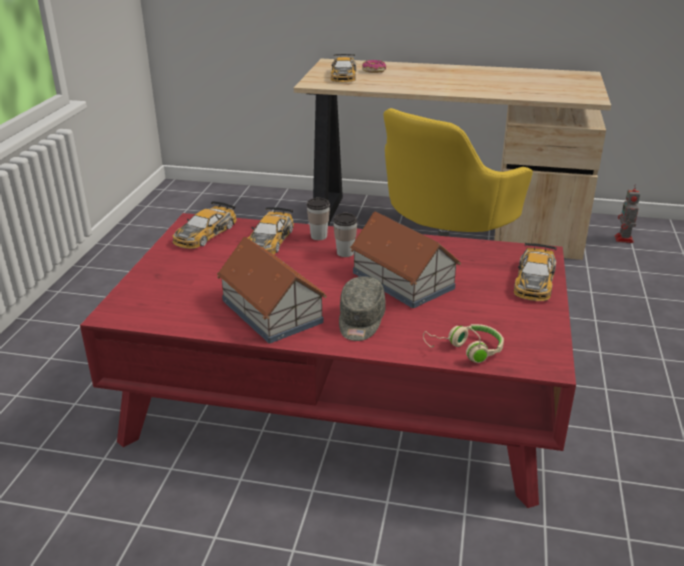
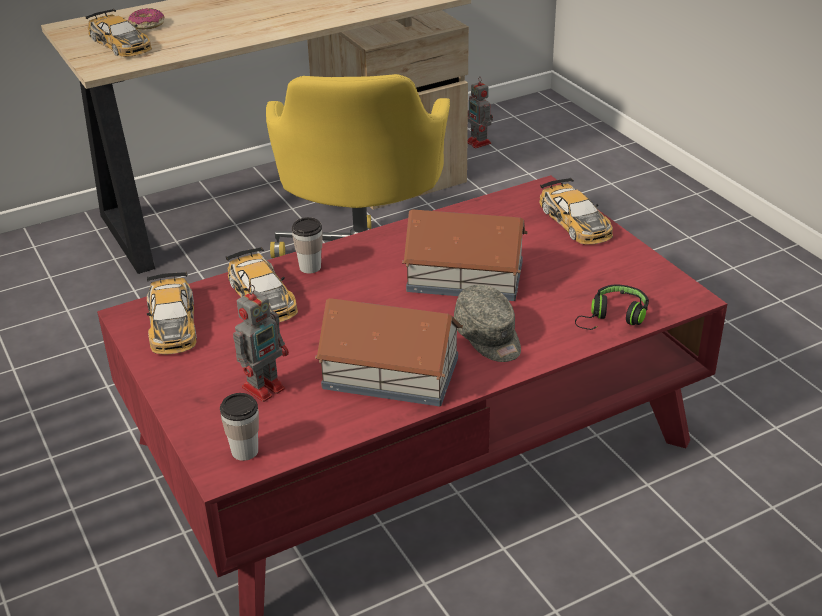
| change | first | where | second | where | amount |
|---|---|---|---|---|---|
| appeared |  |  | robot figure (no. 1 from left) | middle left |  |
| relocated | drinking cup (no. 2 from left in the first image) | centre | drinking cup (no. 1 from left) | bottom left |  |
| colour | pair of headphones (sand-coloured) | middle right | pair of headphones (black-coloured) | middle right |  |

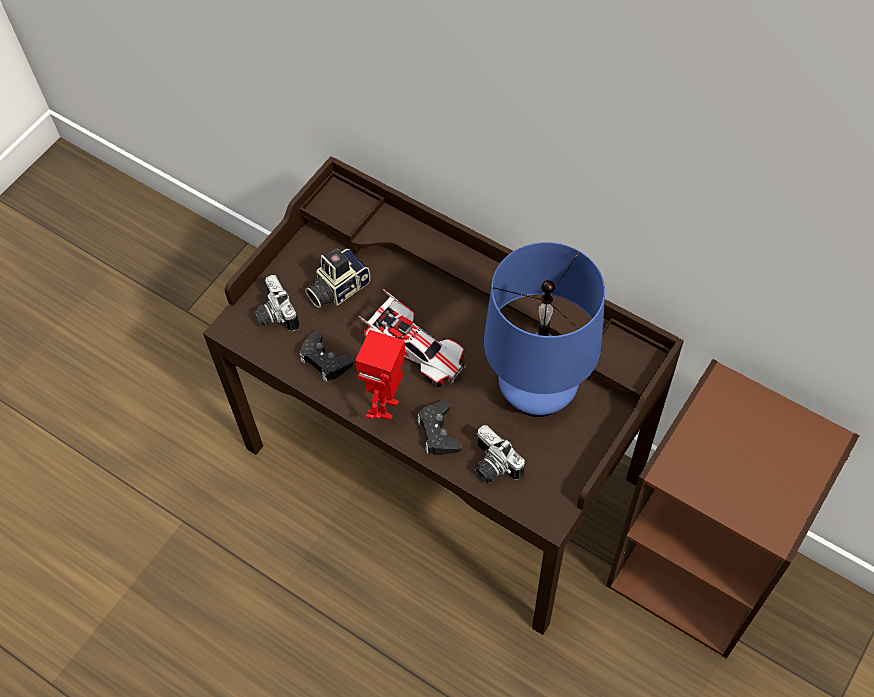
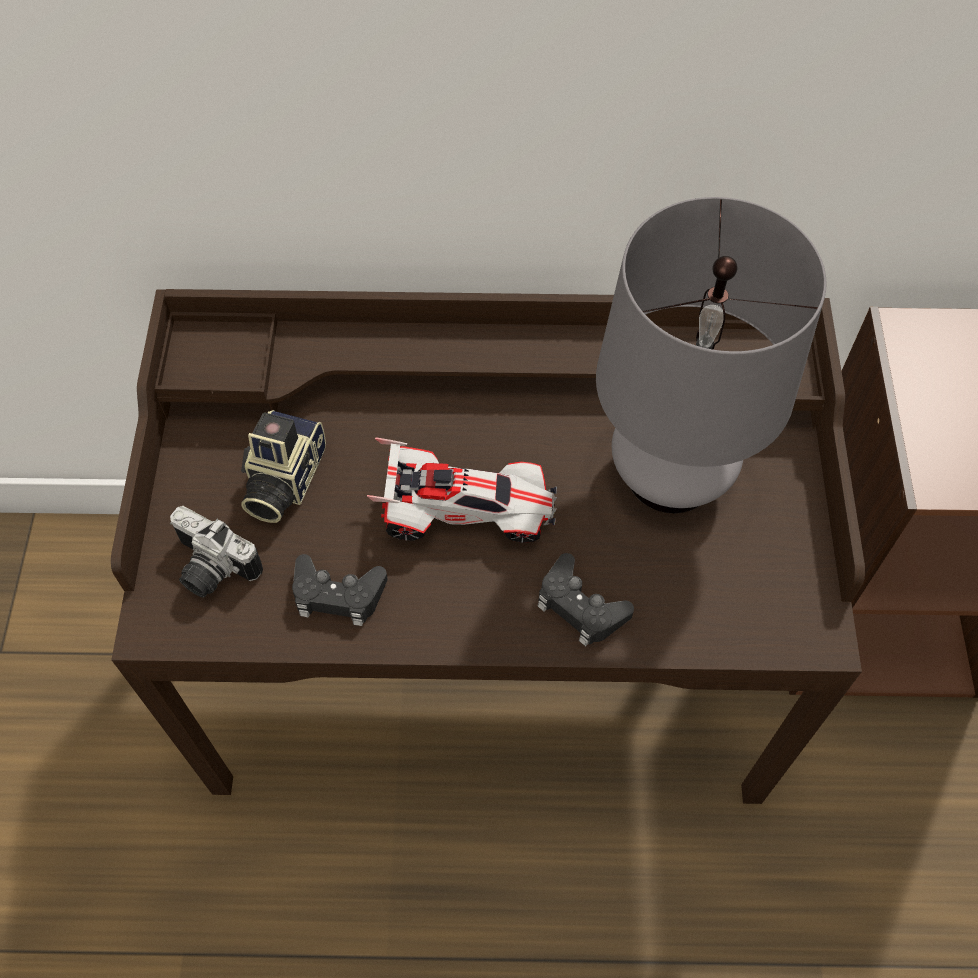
| change | first | where | second | where | amount |
|---|---|---|---|---|---|
| missing | robot figure | centre |  |  |  |
| missing | still camera (no. 3 from left) | centre |  |  |  |
| colour | table lamp (bluish) | centre | table lamp (gray) | middle right |  |

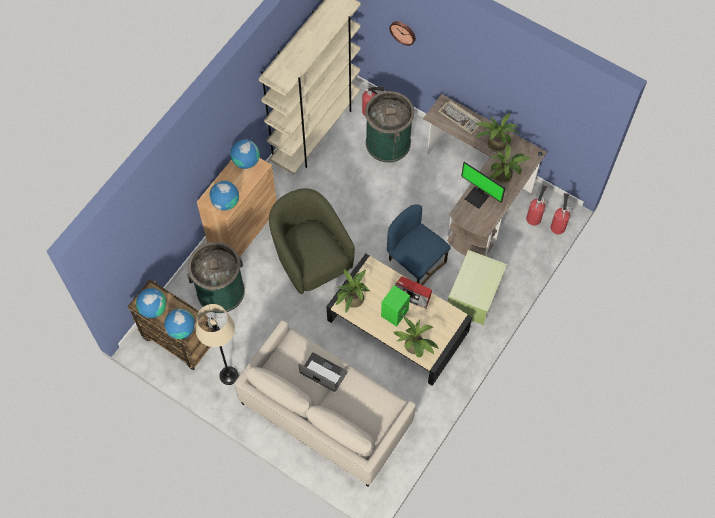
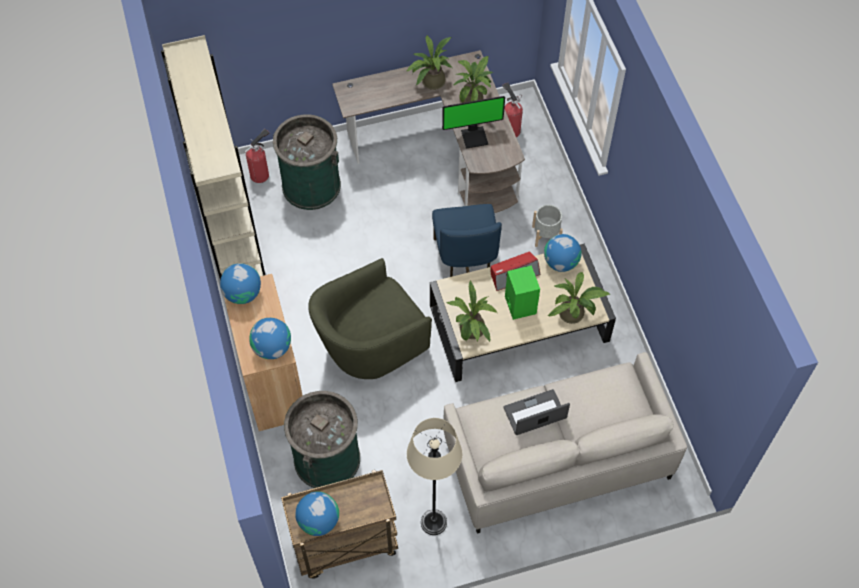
| change | first | where | second | where | amount |
|---|---|---|---|---|---|
| missing | wall clock | top centre |  |  |  |
| missing | computer keyboard | top centre |  |  |  |
| missing | fire-fighting cylinder (no. 3 from left) | middle right |  |  |  |
| relocated | globe (no. 2 from left in the first image) | middle left | globe (no. 4 from left) | centre |  |
| exchanged | storage bin (green) | middle right | plant pot (gray) | centre |  |
| spun | lounge chair (green) | centre |  | centre | 45 degrees counterclockwise |
| spun | plain chair (bluish) | centre |  | centre | 90 degrees counterclockwise |

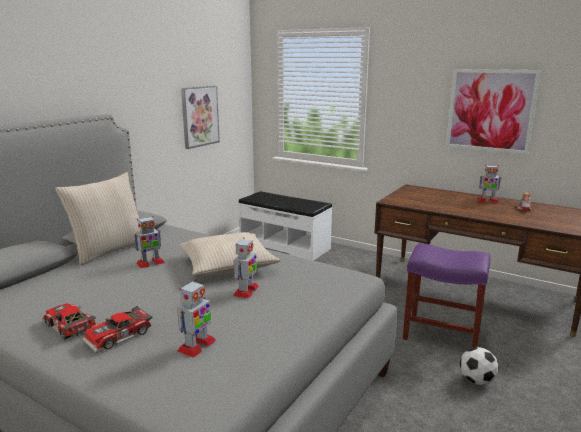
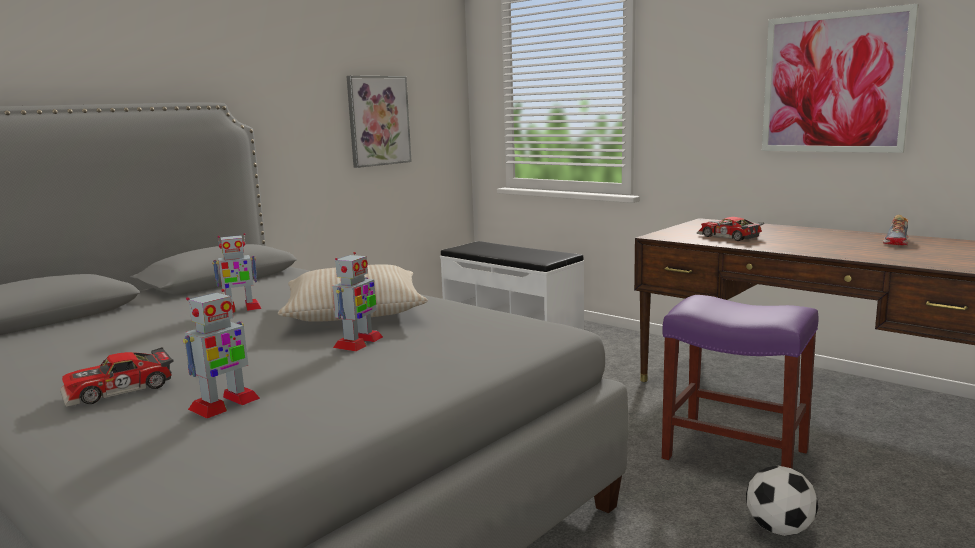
| change | first | where | second | where | amount |
|---|---|---|---|---|---|
| missing | throw pillow (sand-coloured) (no. 1 from left) | middle left |  |  |  |
| missing | robot figure (no. 4 from left) | middle right |  |  |  |
| relocated | model car (no. 1 from left in the first image) | bottom left | model car (no. 2 from left) | middle right |  |

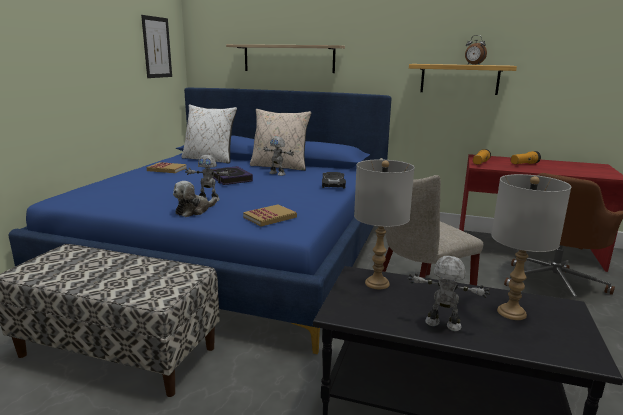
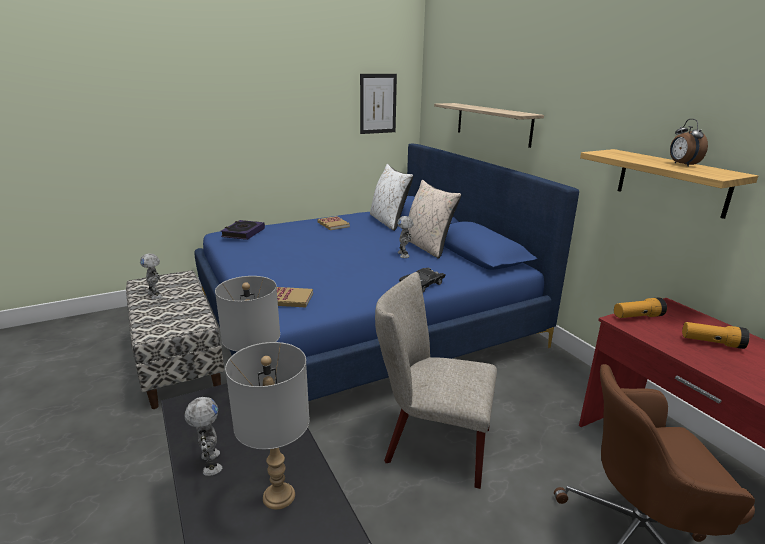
| change | first | where | second | where | amount |
|---|---|---|---|---|---|
| missing | plush toy | middle left |  |  |  |
| relocated | robot figure (no. 1 from left) | centre |  | middle left |  |
| relocated | book (no. 2 from left in the first image) | centre | book (no. 1 from left) | middle left |  |

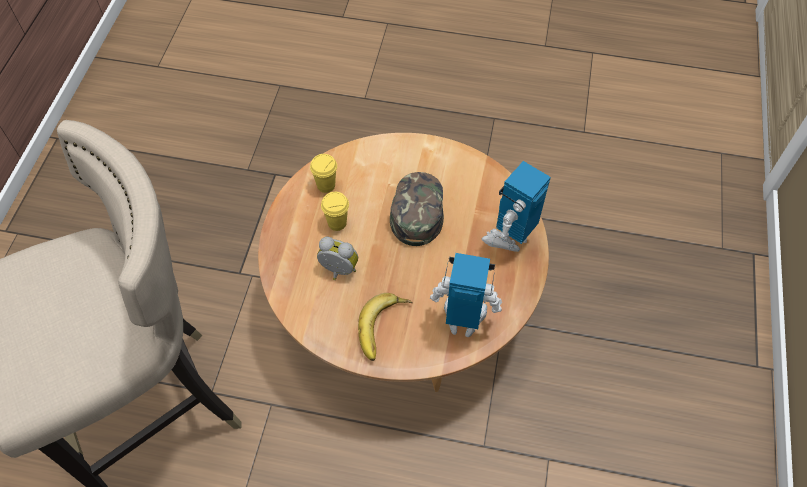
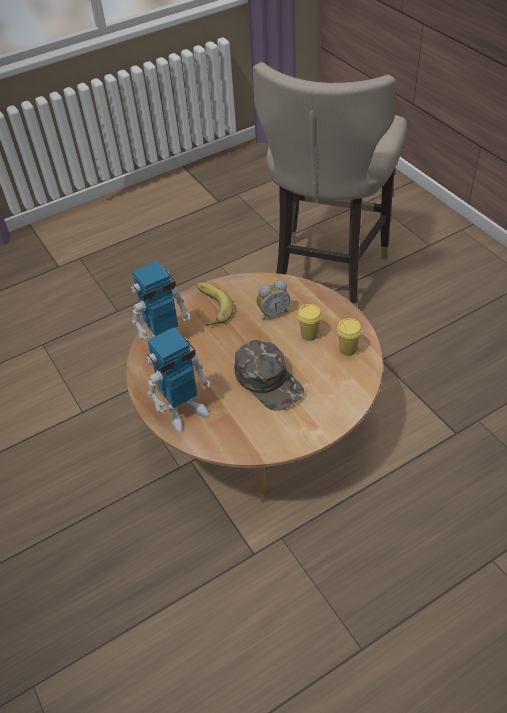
| change | first | where | second | where | amount |
|---|---|---|---|---|---|
| spun | robot figure (no. 2 from left) | centre |  | centre | 60 degrees clockwise |

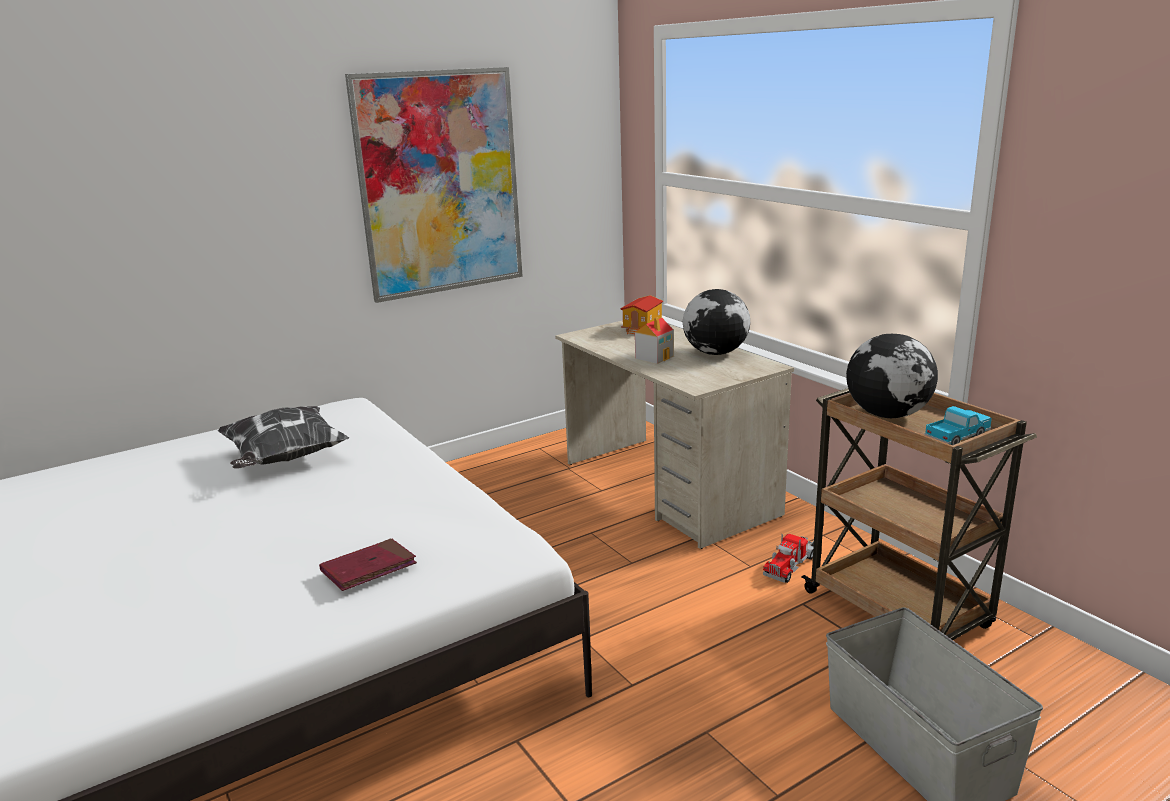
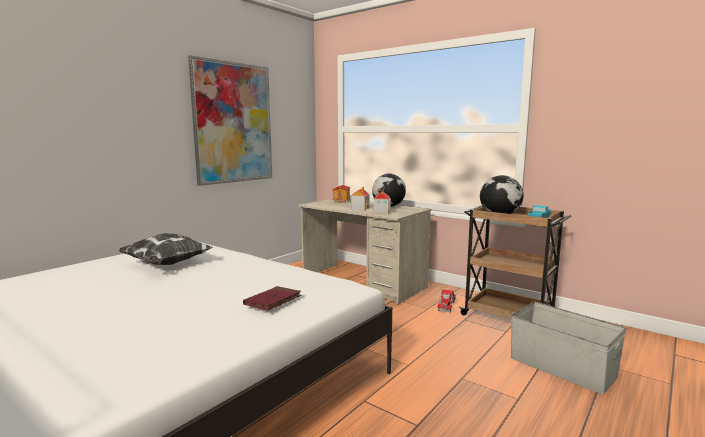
| change | first | where | second | where | amount |
|---|---|---|---|---|---|
| appeared |  |  | miniature house (no. 3 from left) | centre |  |

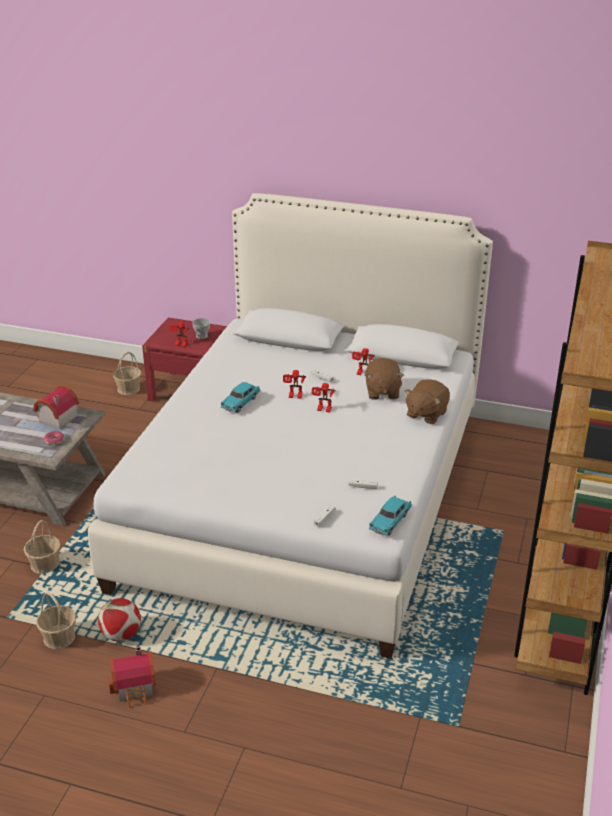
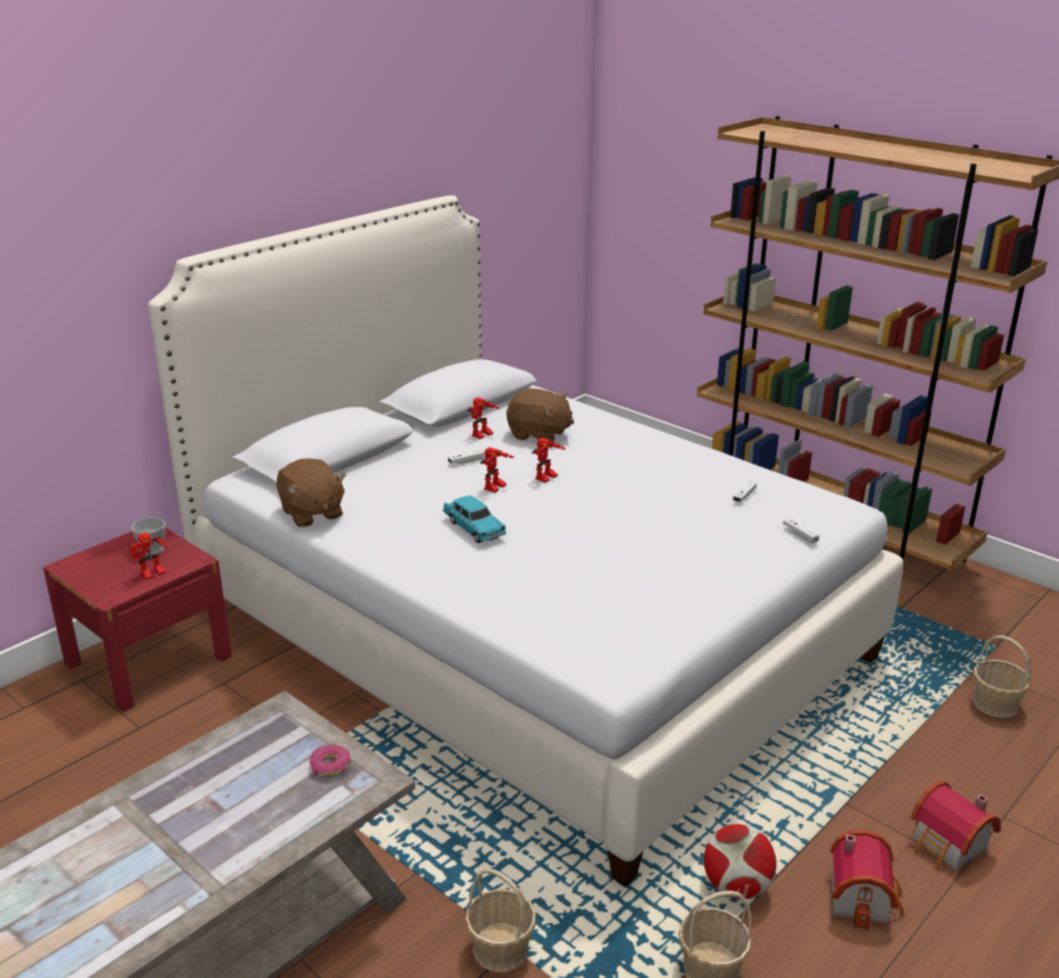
| change | first | where | second | where | amount |
|---|---|---|---|---|---|
| missing | model car (turquoise-coloured) (no. 2 from left) | centre |  |  |  |
| relocated | miniature house (no. 1 from left in the first image) | middle left | miniature house (no. 2 from left) | bottom right |  |
| relocated | storage basket (no. 3 from left) | middle left |  | bottom right |  |
| relocated | plush toy (brownish) (no. 2 from left in the first image) | middle right | plush toy (brownish) (no. 1 from left) | middle left |  |

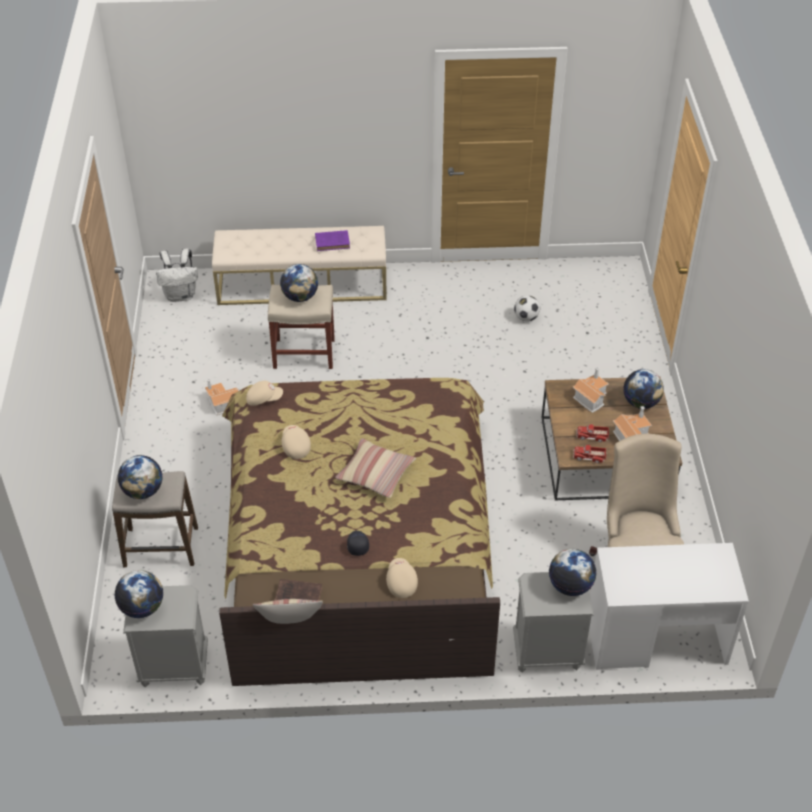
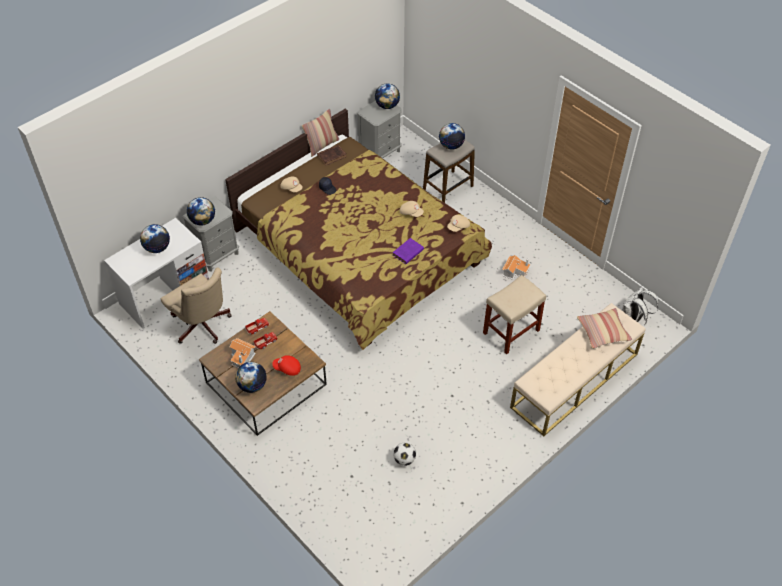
| change | first | where | second | where | amount |
|---|---|---|---|---|---|
| relocated | globe (no. 3 from left in the first image) | centre | globe (no. 1 from left) | middle left |  |
| relocated | book (purple-coloured) | top centre |  | centre |  |
| relocated | throw pillow (no. 2 from left) | centre |  | middle right |  |
| exchanged | miniature house (no. 2 from left) | middle right | peaked cap (red) | centre |  |

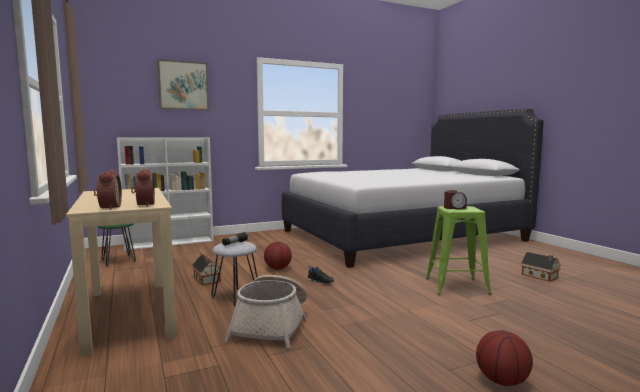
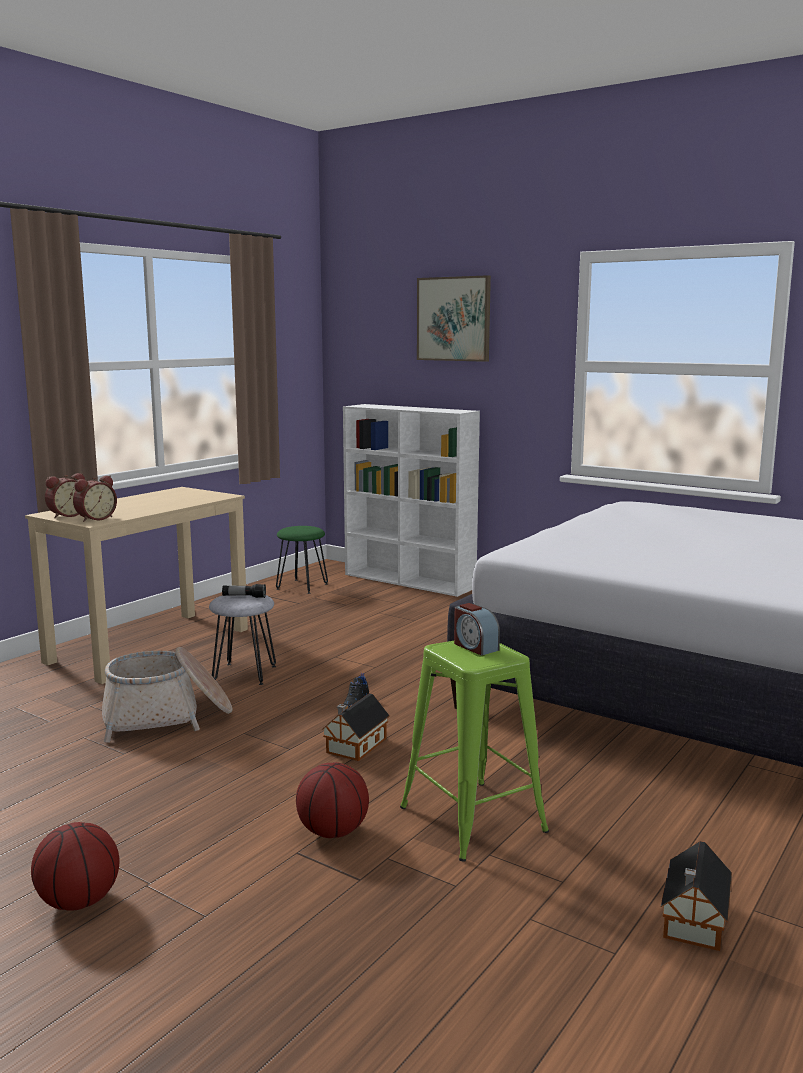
| change | first | where | second | where | amount |
|---|---|---|---|---|---|
| relocated | miniature house (no. 1 from left) | bottom left |  | bottom centre |  |
| relocated | basketball (no. 1 from left in the first image) | centre | basketball (no. 2 from left) | bottom centre |  |

